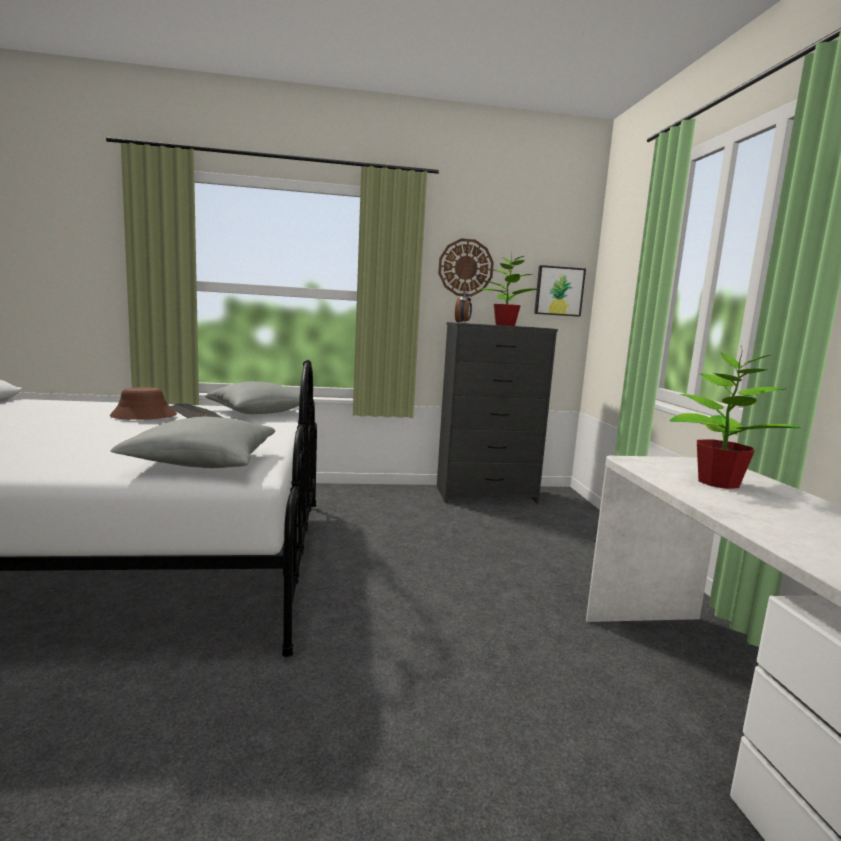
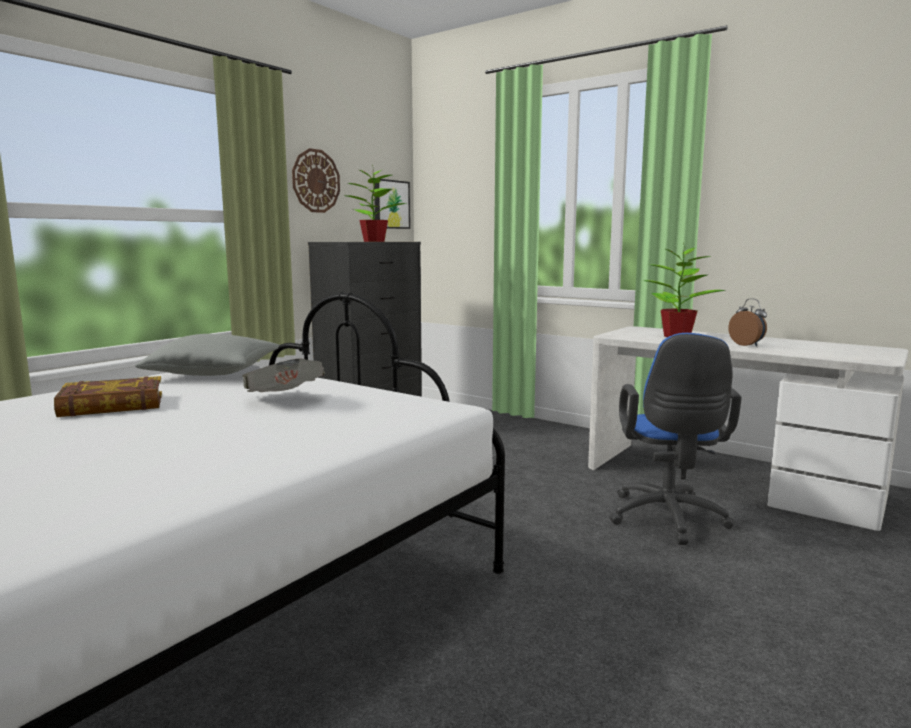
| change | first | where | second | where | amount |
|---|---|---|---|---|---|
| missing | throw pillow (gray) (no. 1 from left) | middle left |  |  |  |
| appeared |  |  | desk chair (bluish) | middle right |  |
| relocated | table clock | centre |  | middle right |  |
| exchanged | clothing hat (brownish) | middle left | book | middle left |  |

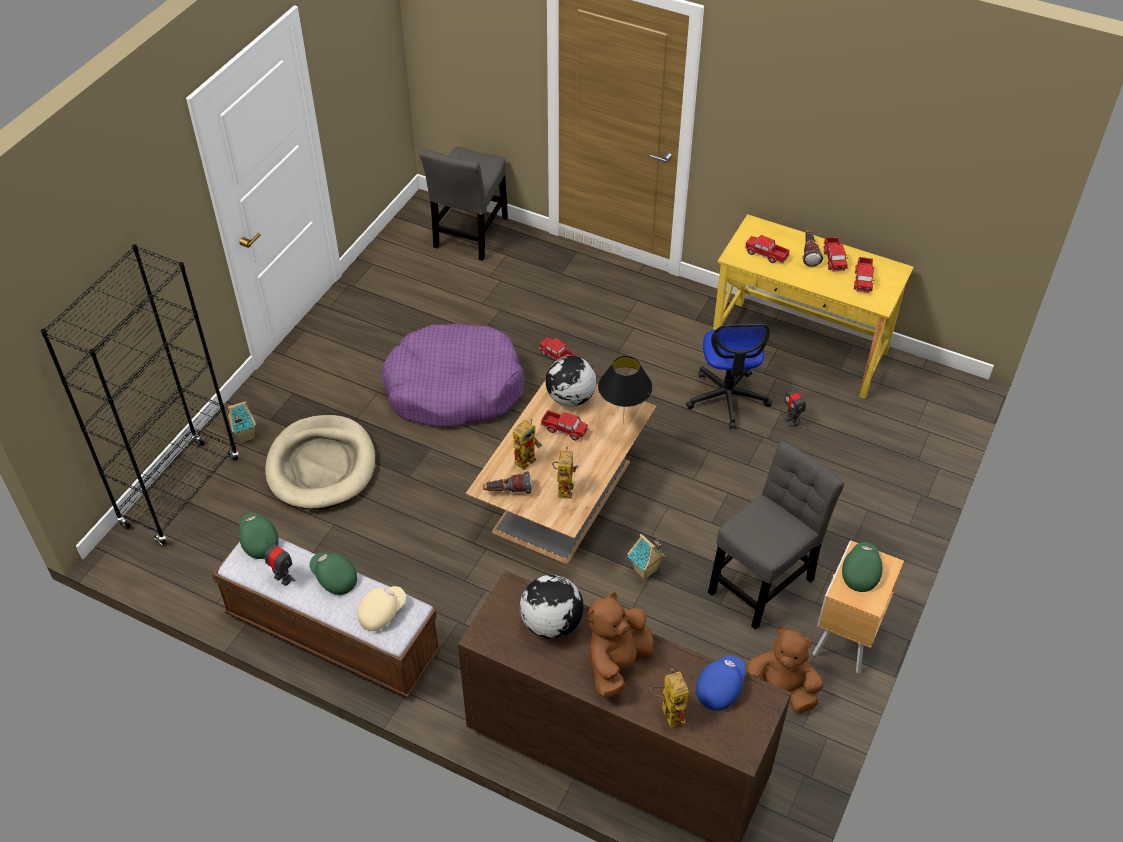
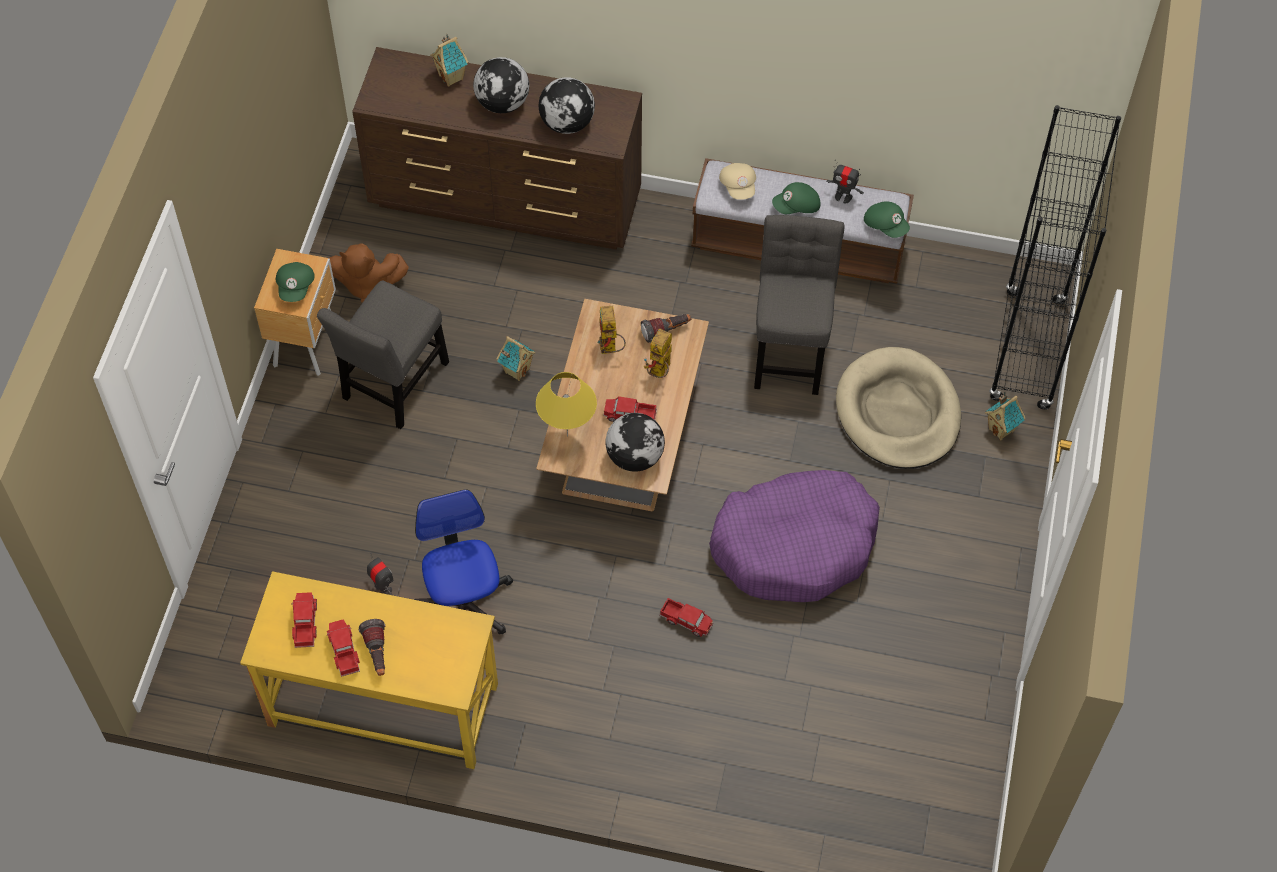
| change | first | where | second | where | amount |
|---|---|---|---|---|---|
| missing | peaked cap (bluish) | bottom centre |  |  |  |
| missing | toy lorry (no. 3 from left) | top right |  |  |  |
| relocated | plain chair (gray) (no. 1 from left in the first image) | top centre | plain chair (gray) (no. 2 from left) | centre |  |
| exchanged | plush toy (brownish) (no. 1 from left) | bottom centre | globe (no. 1 from left) | top centre |  |
| exchanged | robot figure (no. 4 from left) | bottom centre | miniature house (no. 1 from left) | top centre |  |
| colour | table lamp (black-coloured) | centre | table lamp (yellowish) | centre |  |
| spun | peaked cap (green) (no. 2 from left) | bottom left |  | top centre | 135 degrees clockwise |
| spun | peaked cap (sand-coloured) | bottom centre |  | top centre | 45 degrees counterclockwise |

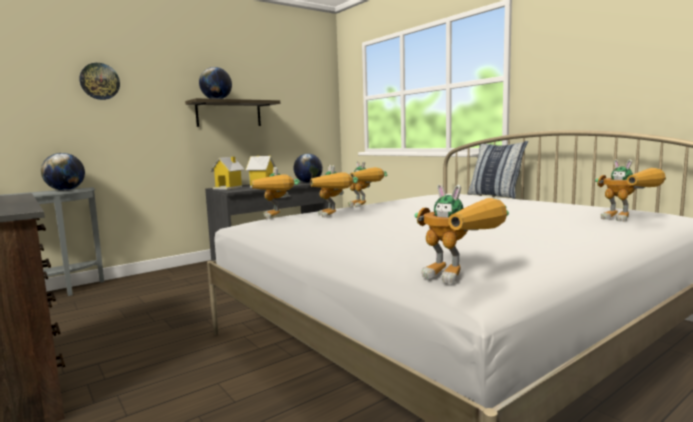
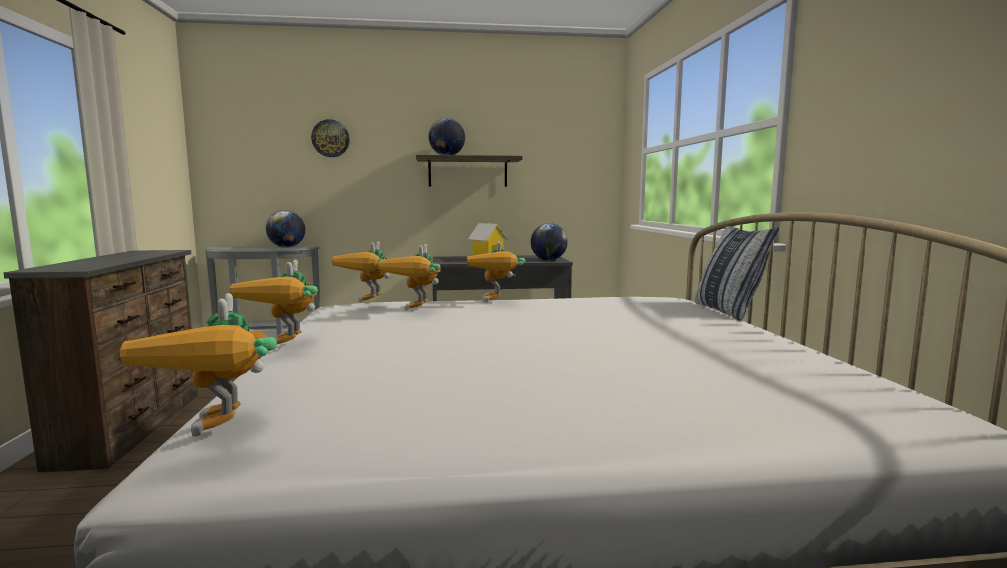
| change | first | where | second | where | amount |
|---|---|---|---|---|---|
| missing | miniature house (no. 1 from left) | middle left |  |  |  |
| relocated | robot figure (no. 5 from left in the first image) | middle right | robot figure (no. 2 from left) | middle left |  |

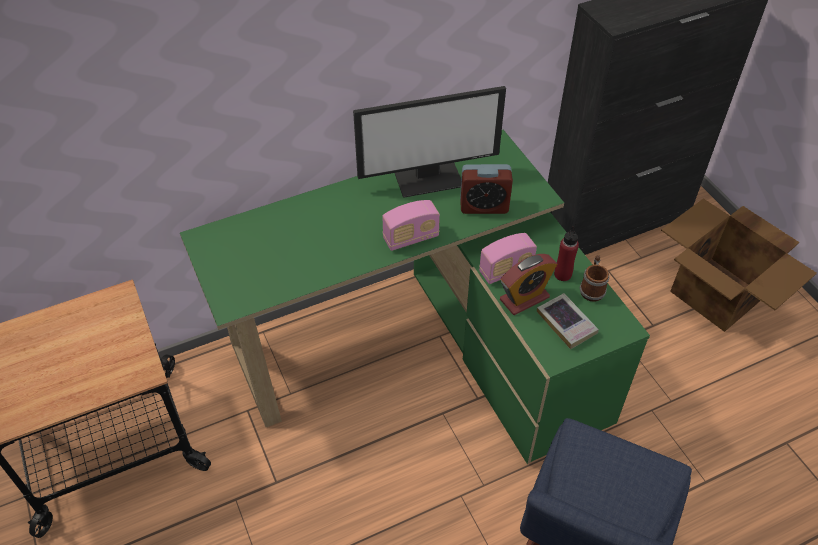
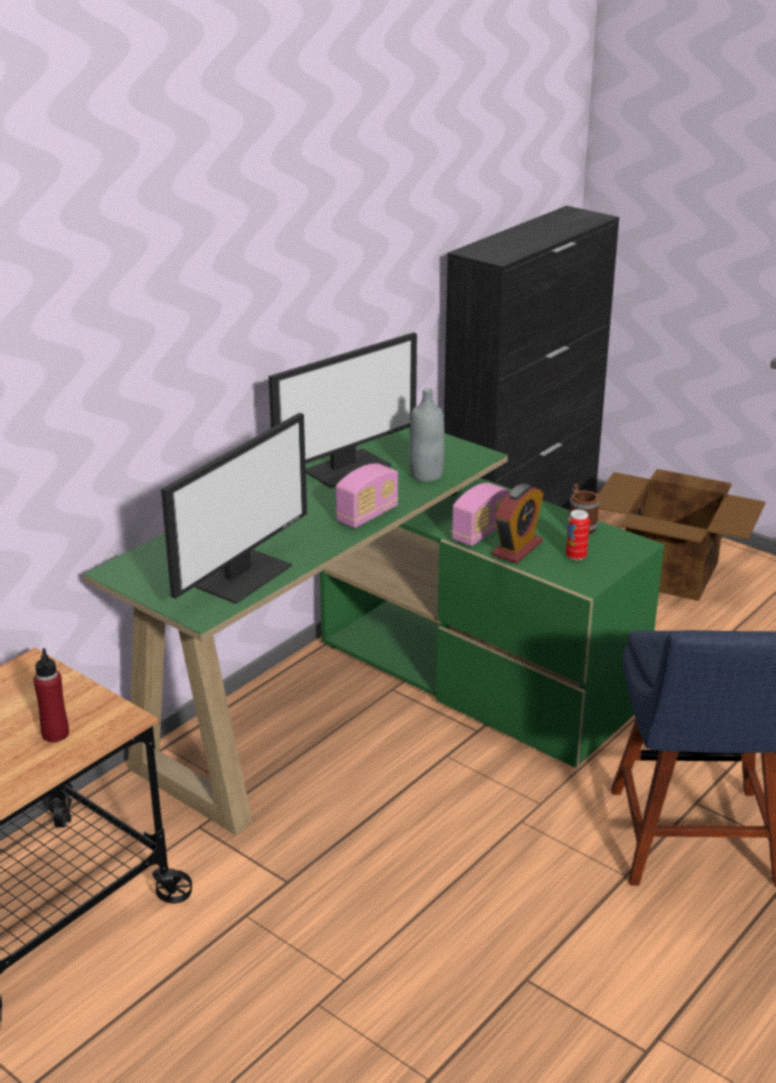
| change | first | where | second | where | amount |
|---|---|---|---|---|---|
| appeared |  |  | computer screen (no. 1 from left) | middle left |  |
| relocated | drink bottle (red) | middle right |  | middle left |  |
| exchanged | table clock (no. 1 from left) | centre | drink bottle (gray) | centre |  |
| exchanged | book | middle right | metal can | middle right |  |

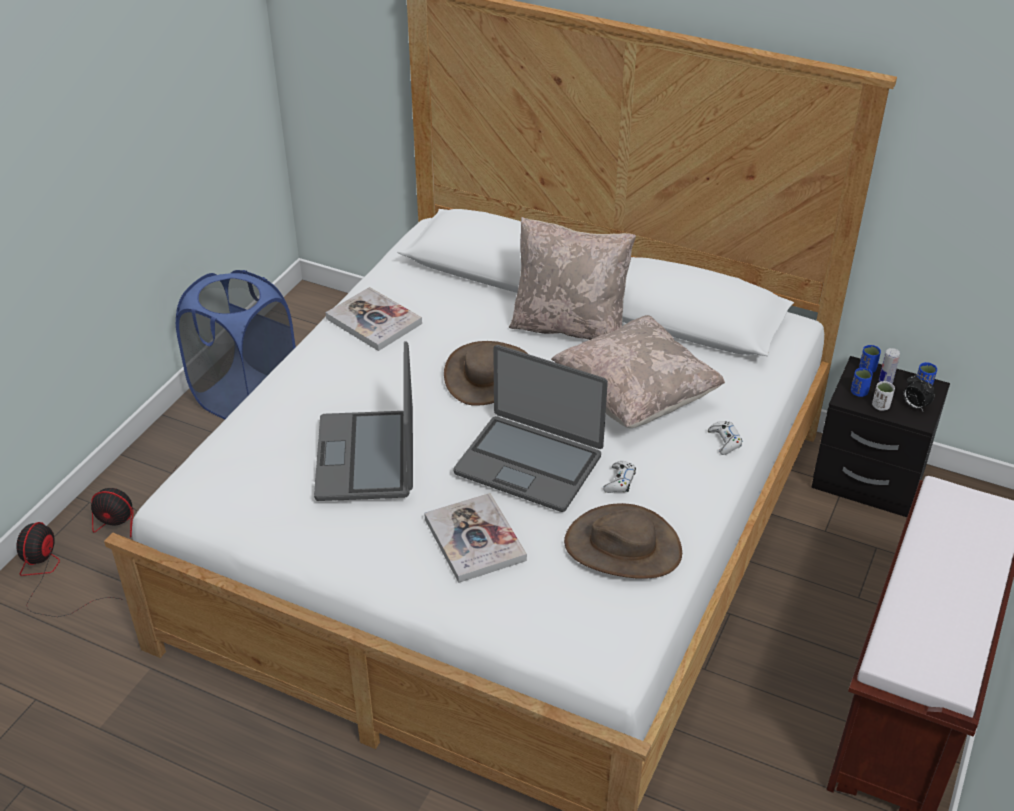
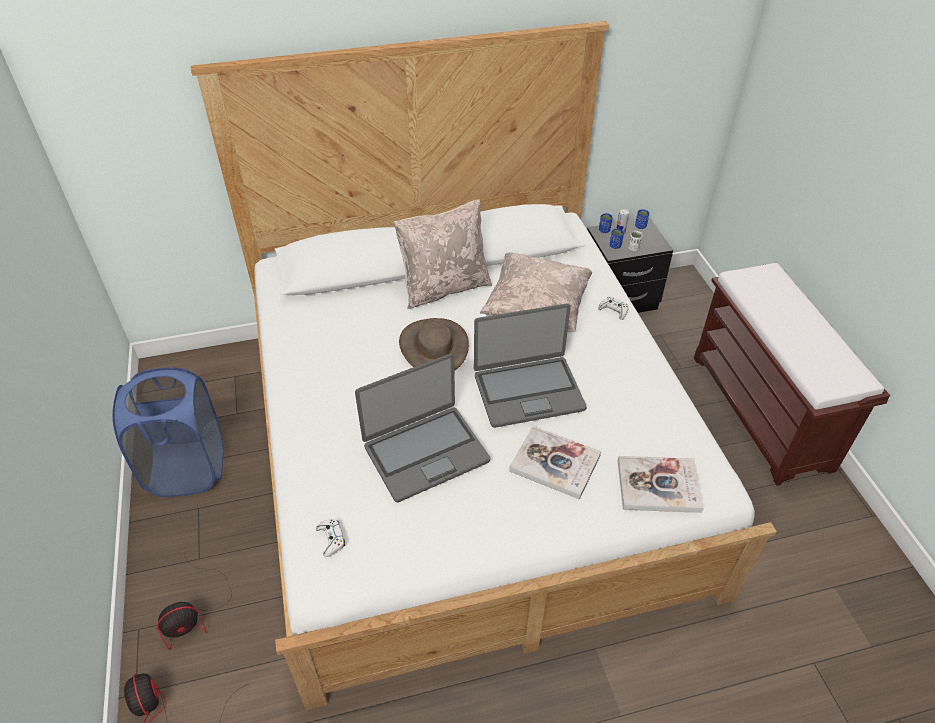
| change | first | where | second | where | amount |
|---|---|---|---|---|---|
| missing | clothing hat (brownish) (no. 2 from left) | bottom centre |  |  |  |
| missing | table clock | middle right |  |  |  |
| relocated | book (no. 1 from left in the first image) | centre | book (no. 2 from left) | bottom right |  |
| relocated | gamepad (whitish) (no. 1 from left) | centre |  | bottom centre |  |
| spun | portable computer (no. 1 from left) | centre |  | centre | 75 degrees counterclockwise |

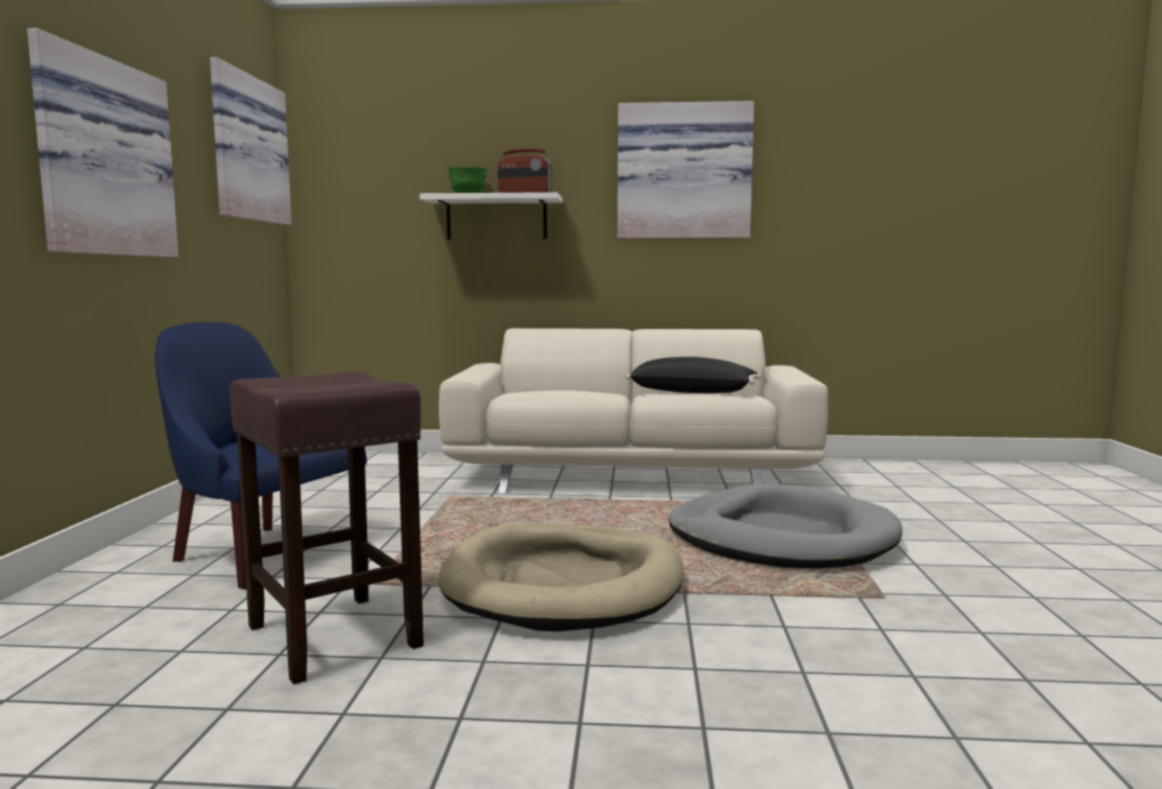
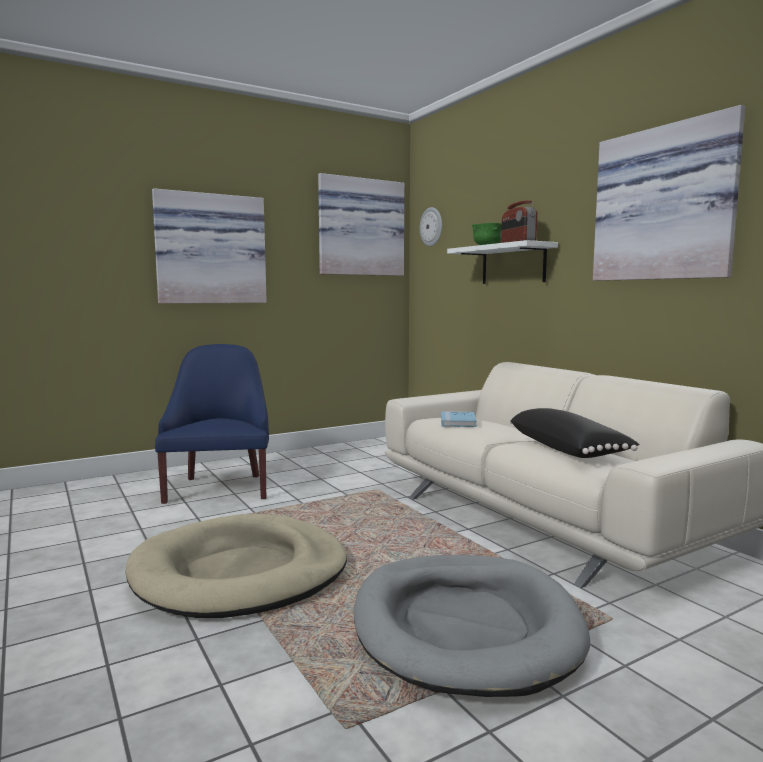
| change | first | where | second | where | amount |
|---|---|---|---|---|---|
| missing | sitting stool (brownish) | bottom left |  |  |  |
| appeared |  |  | wall clock | top centre |  |
| appeared |  |  | book (bluish) | centre |  |

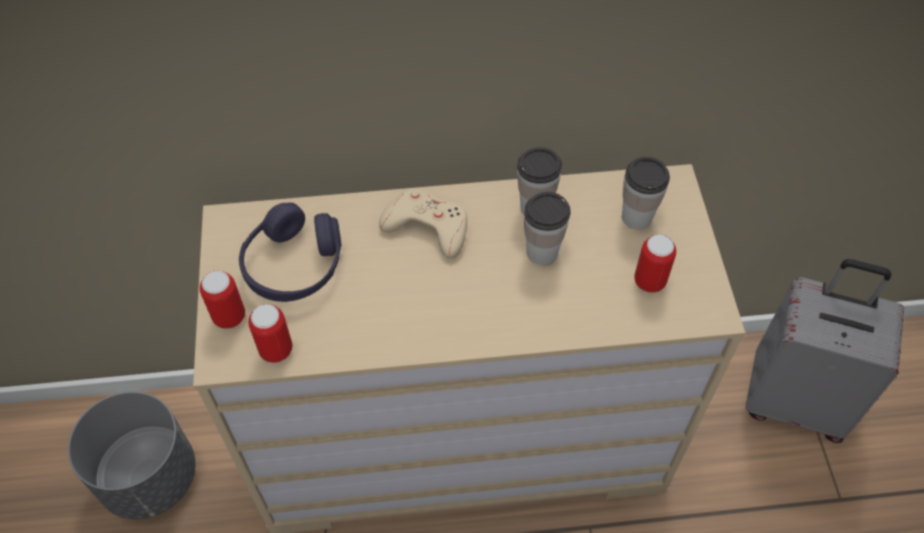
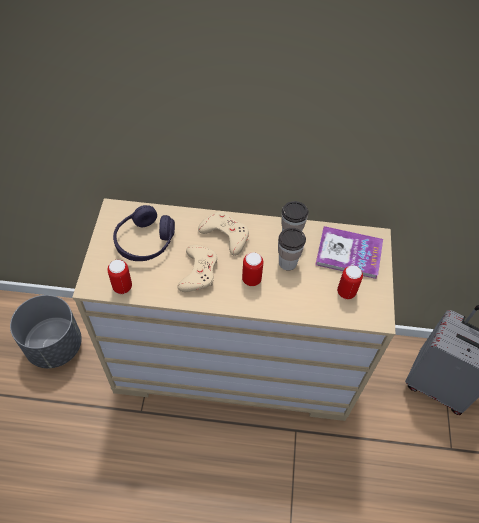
| change | first | where | second | where | amount |
|---|---|---|---|---|---|
| appeared |  |  | gamepad (sand-coloured) (no. 1 from left) | centre |  |
| relocated | metal can (no. 1 from left in the first image) | middle left | metal can (no. 2 from left) | centre |  |
| exchanged | drinking cup (no. 3 from left) | middle right | book | middle right |  |

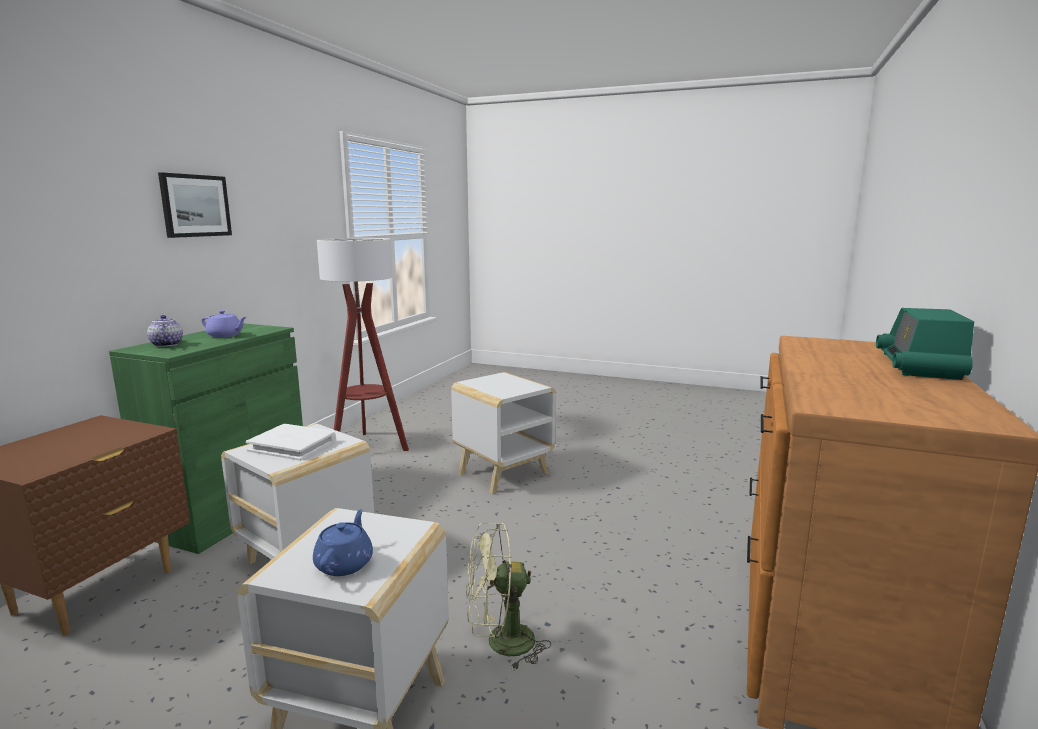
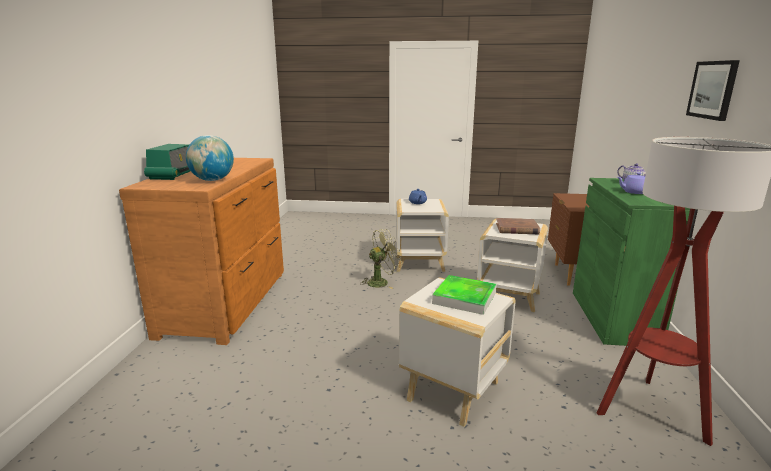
| change | first | where | second | where | amount |
|---|---|---|---|---|---|
| appeared |  |  | globe | middle left |  |
| appeared |  |  | carrying tray | centre |  |
| colour | book (whitish) | middle left | book (brownish) | middle right |  |

